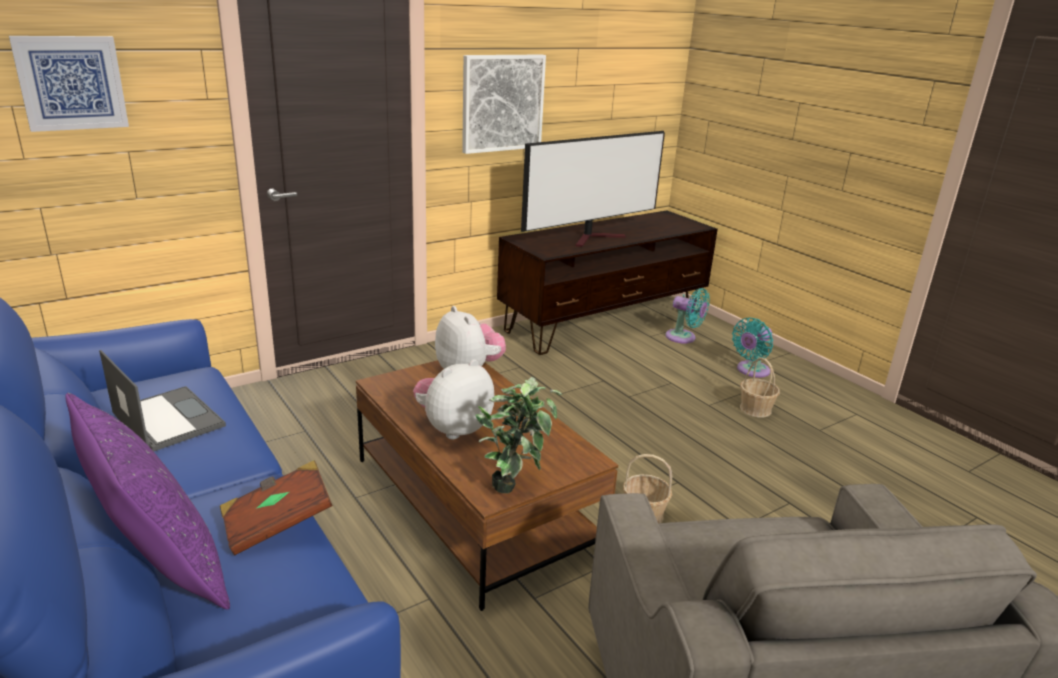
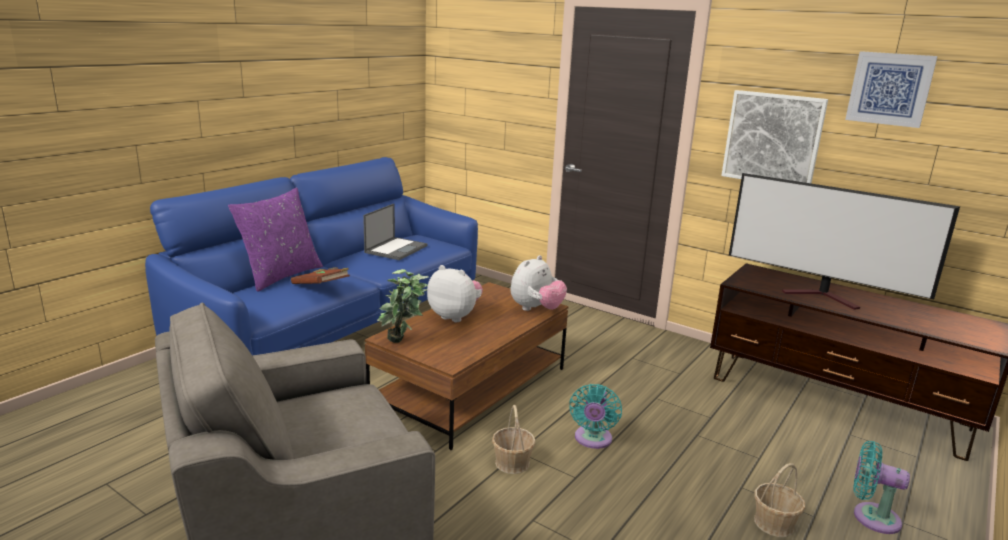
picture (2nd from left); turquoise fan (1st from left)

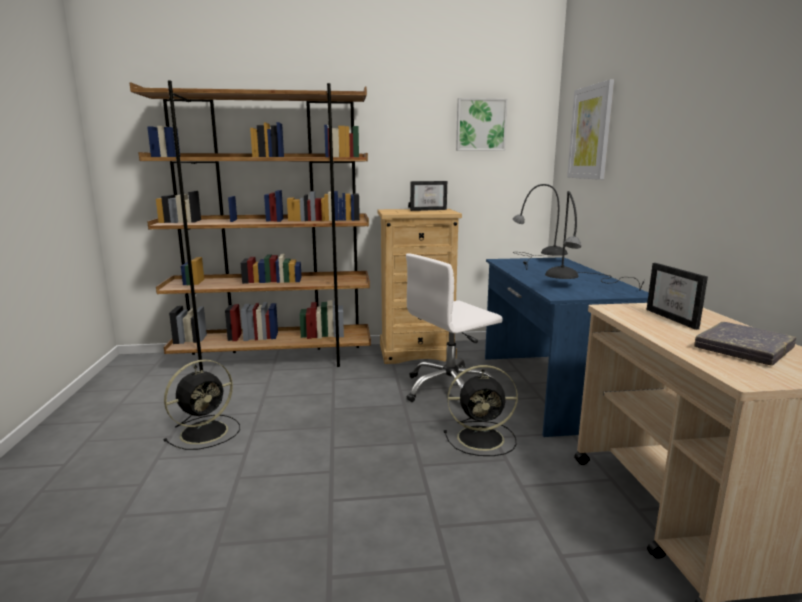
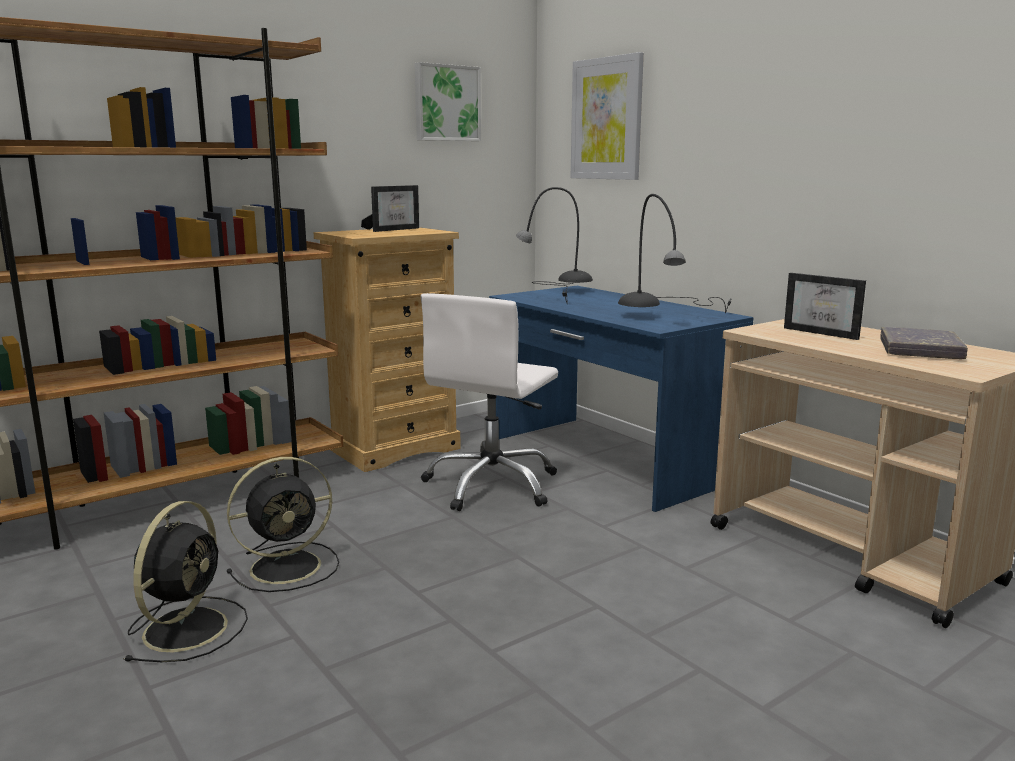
black fan (2nd from left)

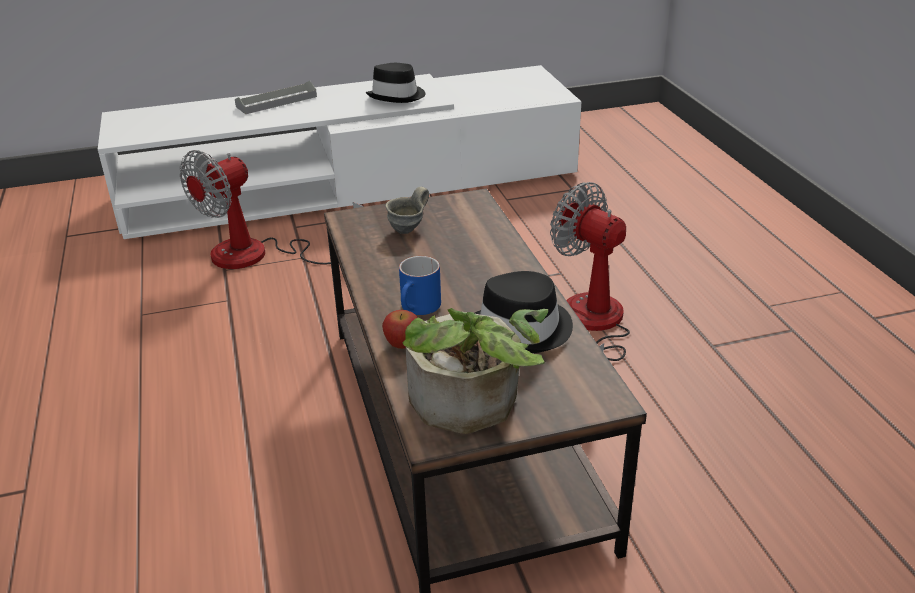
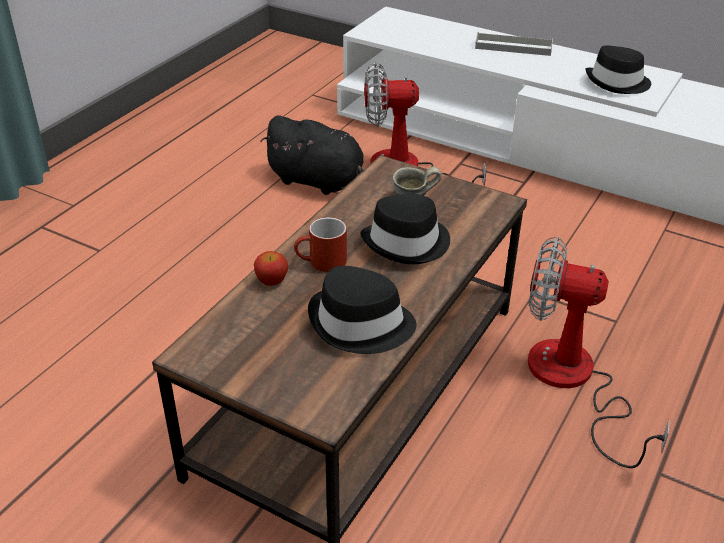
red mug; potted plant; fan (2nd from left); black plush toy; black hat (2nd from left)

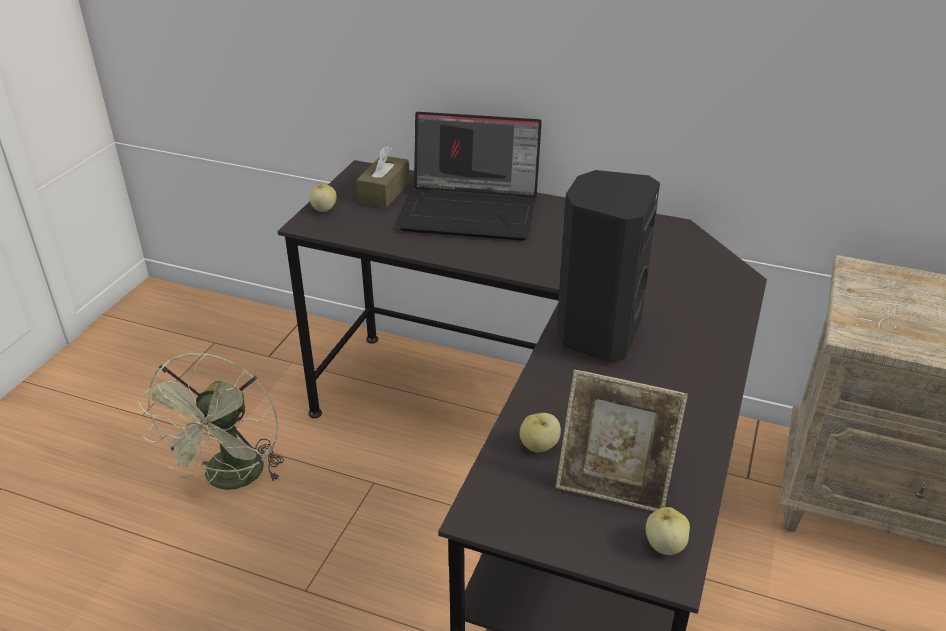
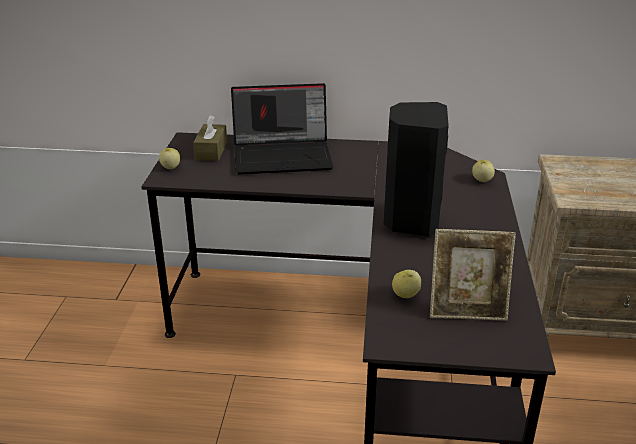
green fan; apple (3rd from left)

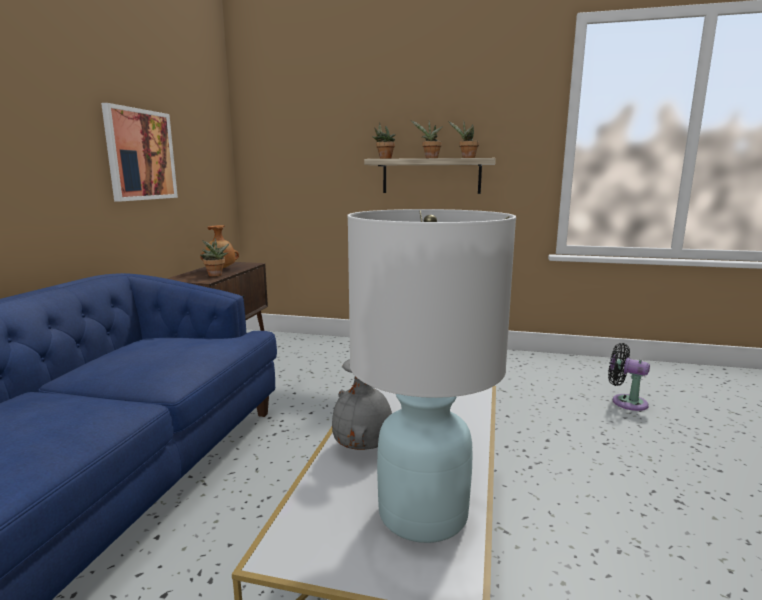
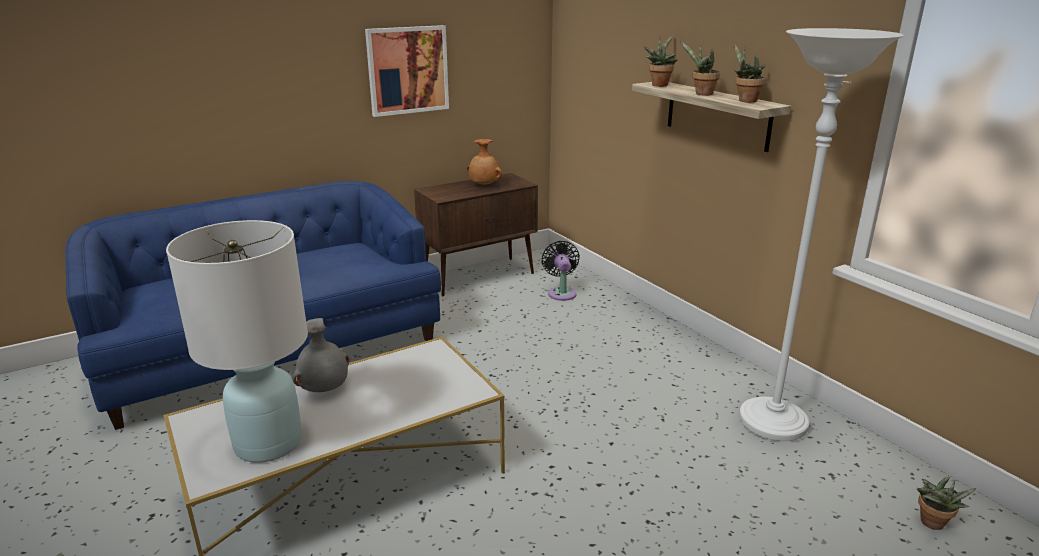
potted plant (4th from left); black fan; white floor lamp

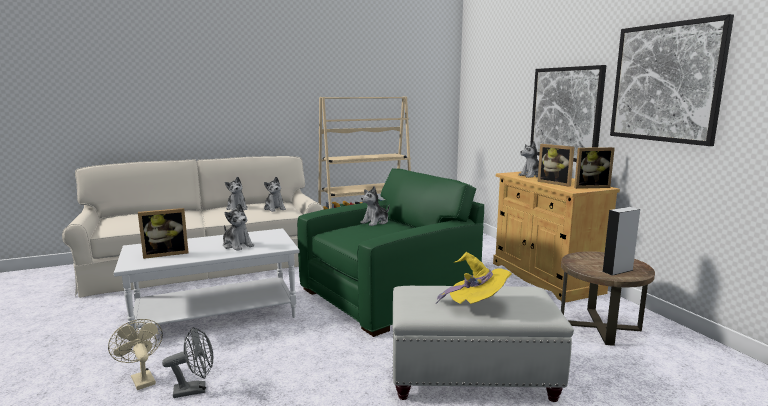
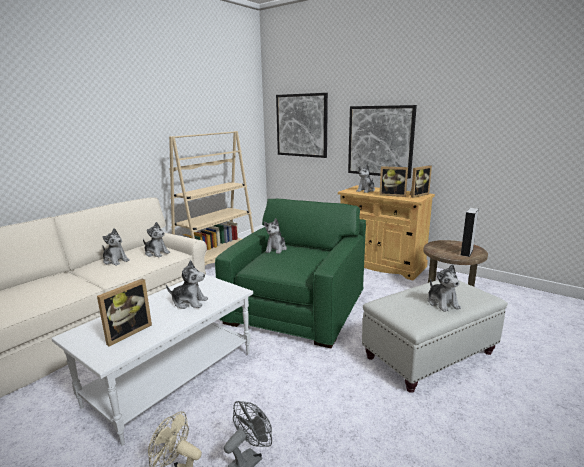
plush toy (6th from left); picture (1st from left)

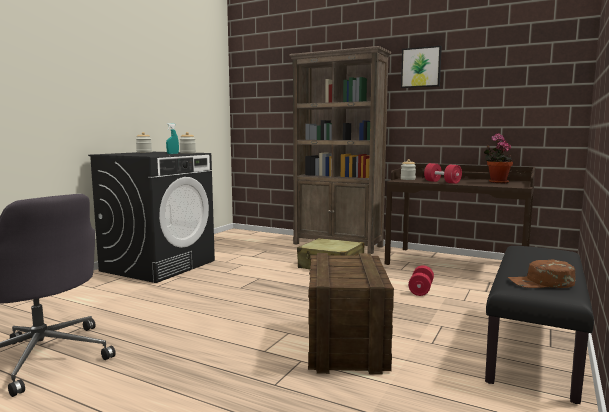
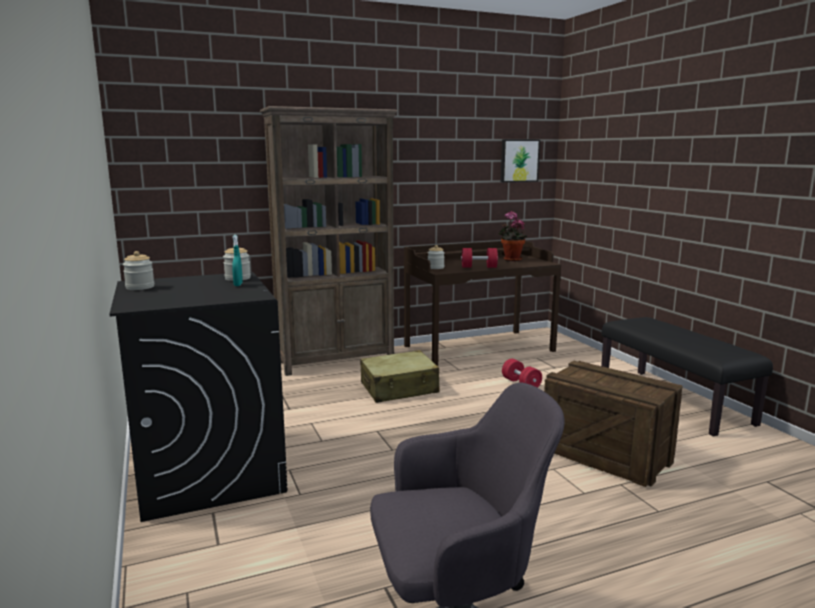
picture; brown cap

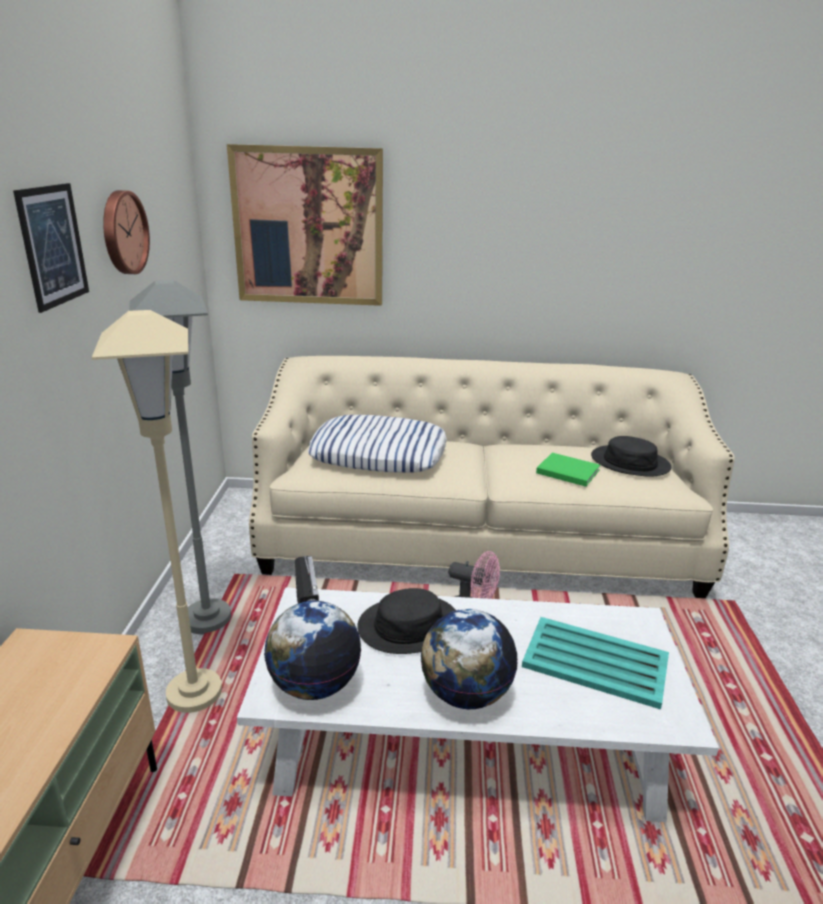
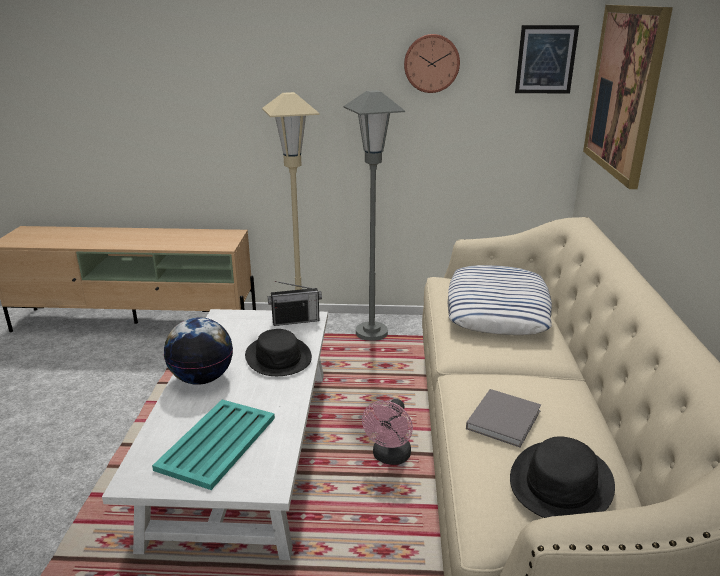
picture (1st from left); globe (1st from left in the first image); grey book

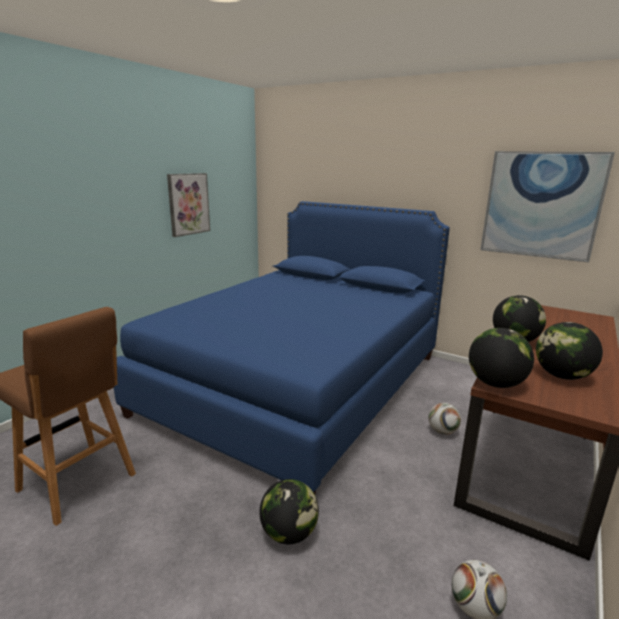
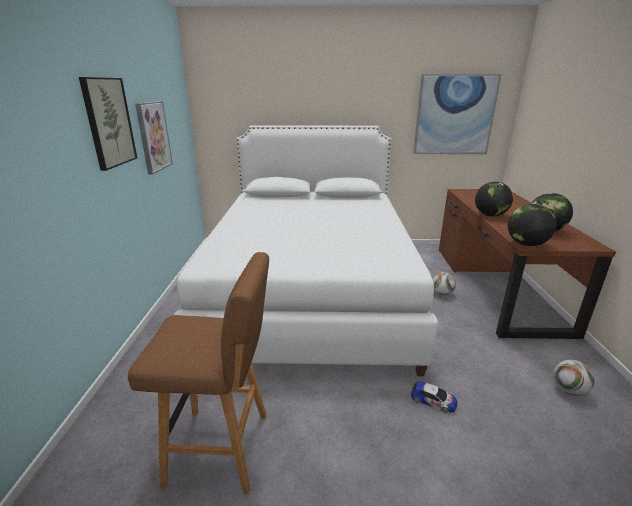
white bed; toy car; picture (1st from left)

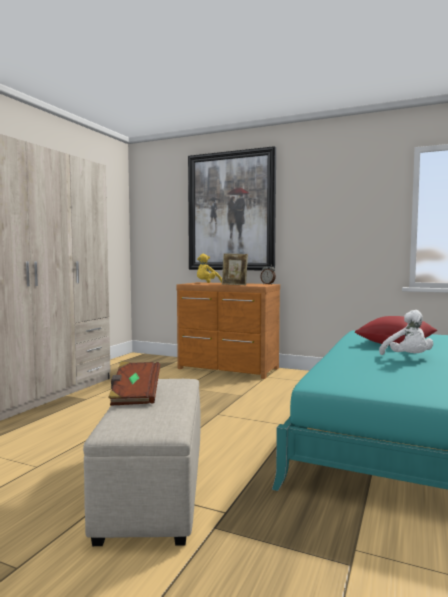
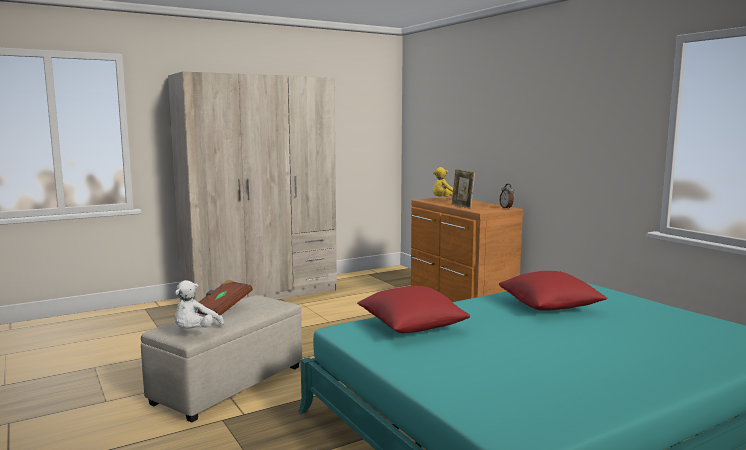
picture; white plush toy; red pillow (1st from left)

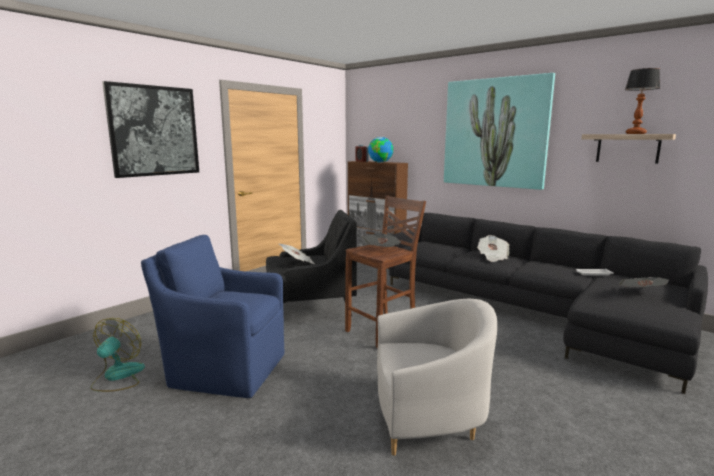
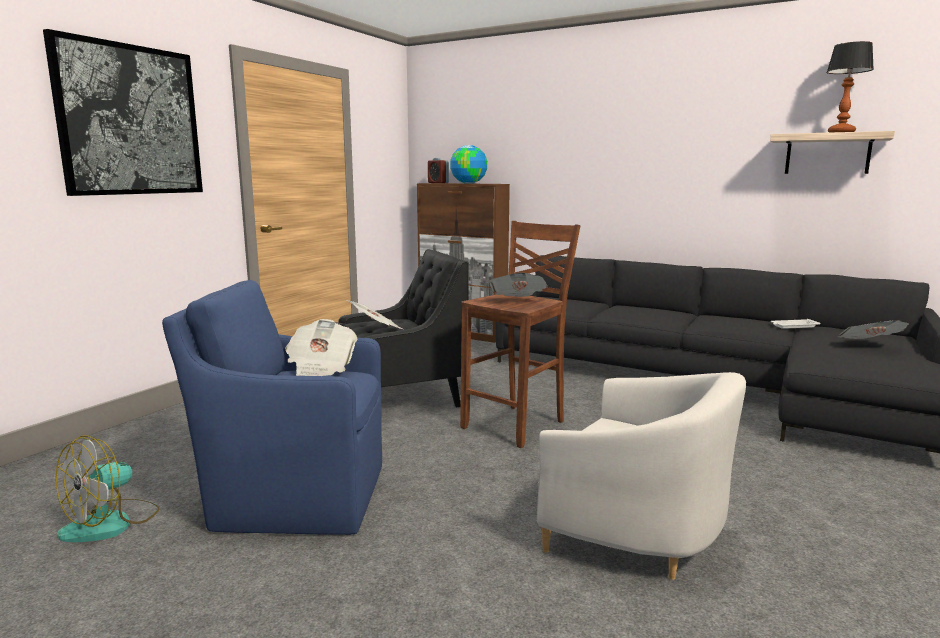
fan; white armchair; picture (2nd from left in the first image); newspaper (1st from left)

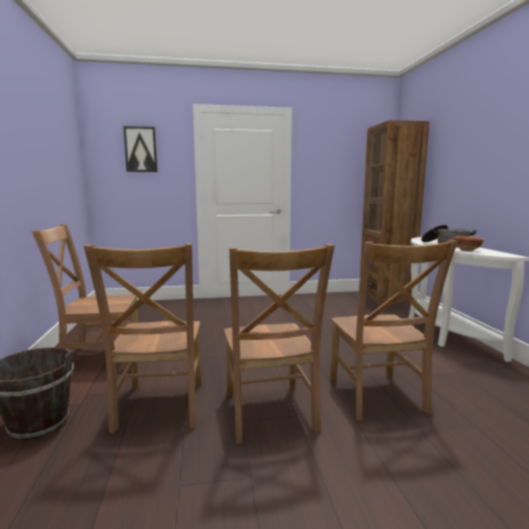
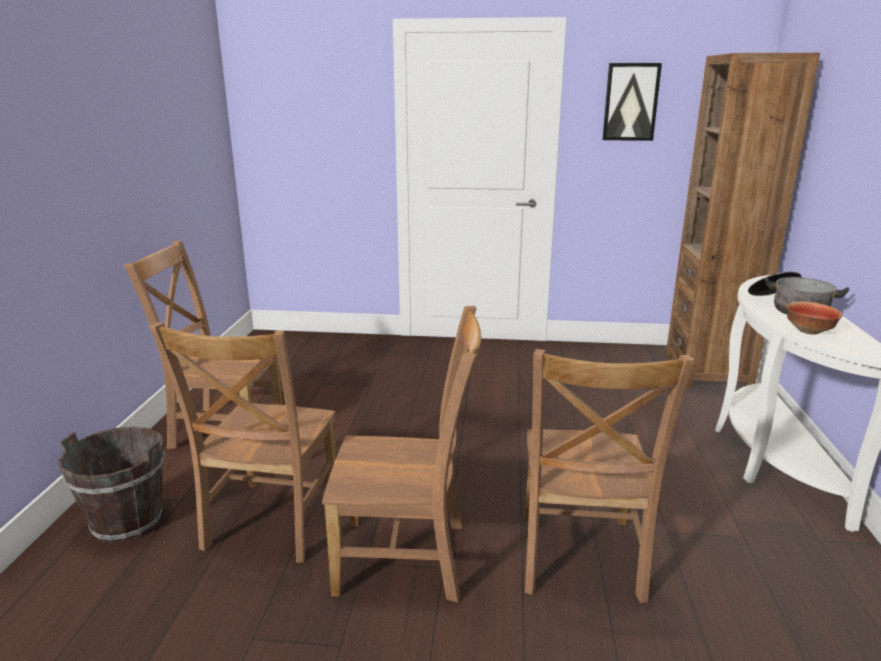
picture; brown chair (3rd from left)

